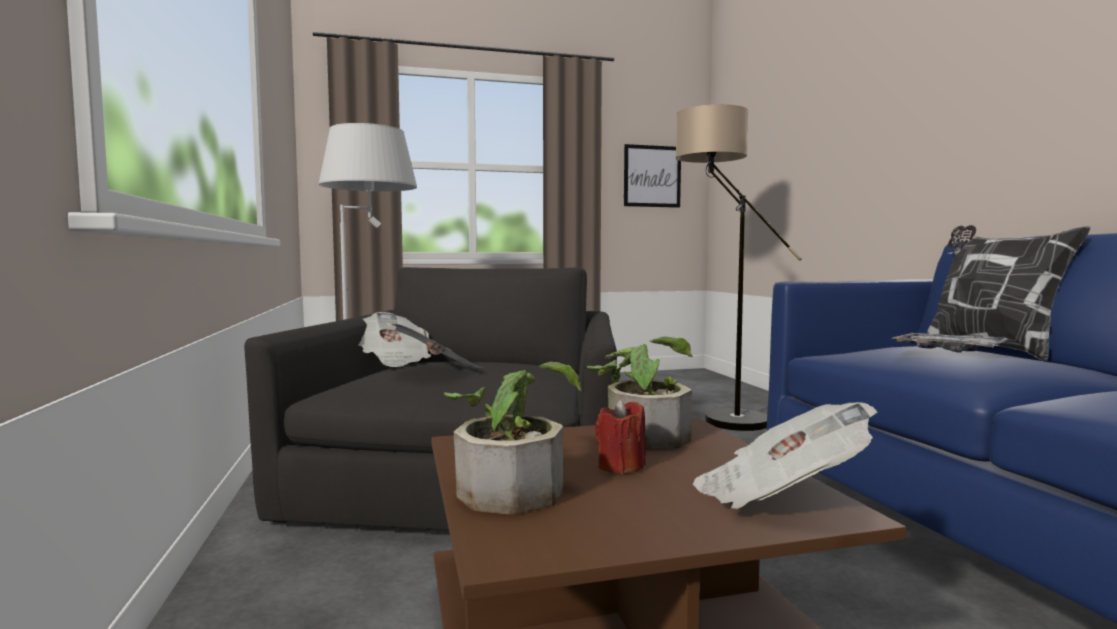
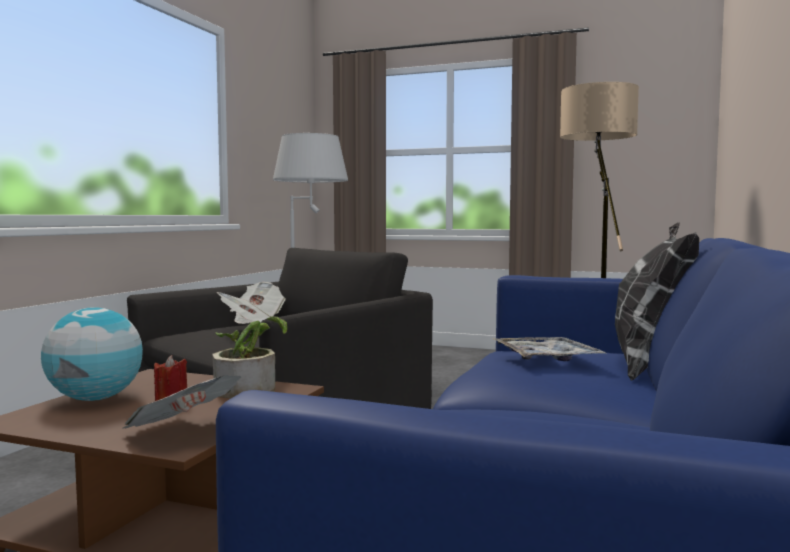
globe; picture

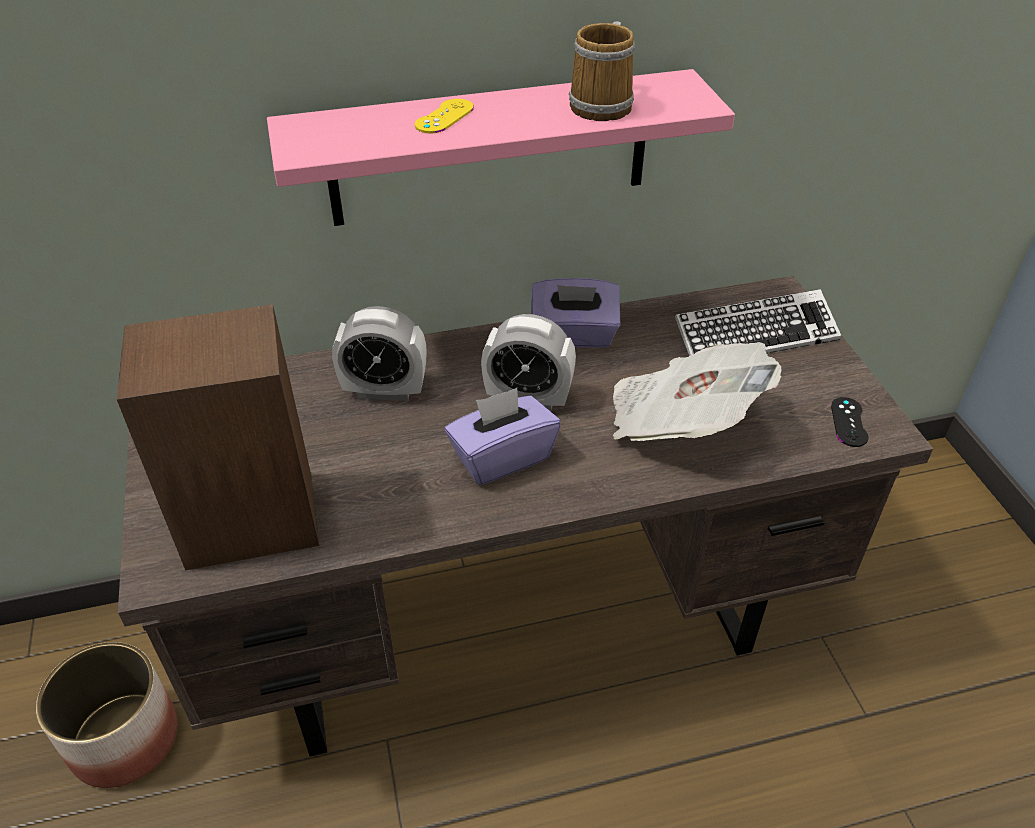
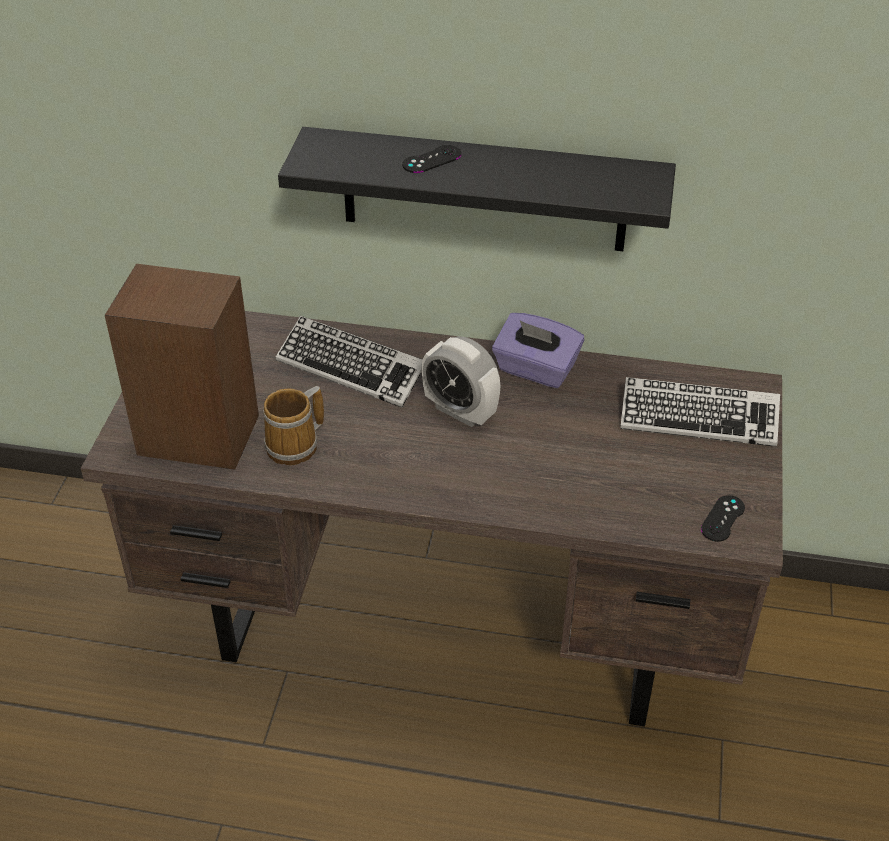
planter; black shelf; keyboard (1st from left); black game controller (1st from left); purple tissue box (1st from left in the first image); mug; newspaper

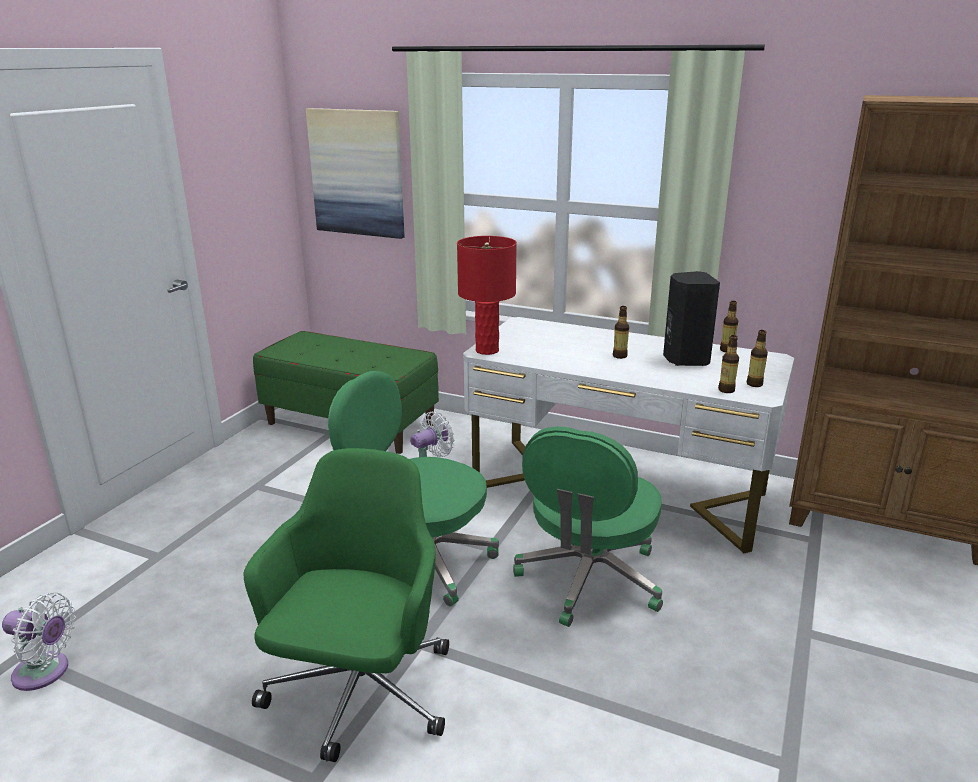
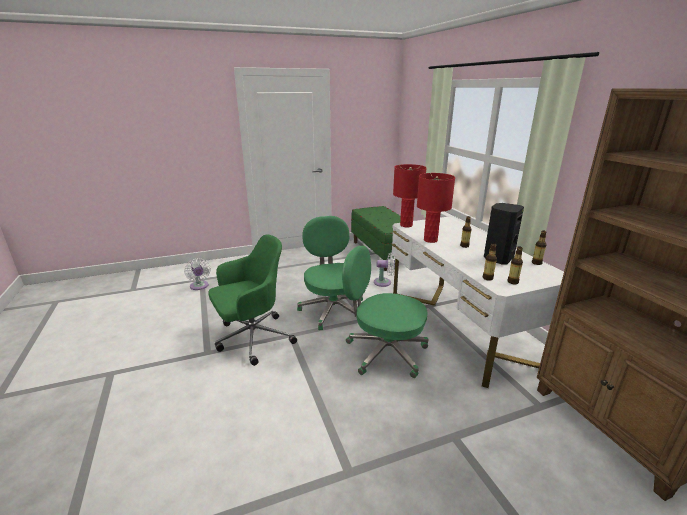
picture; green office chair (3rd from left); red table lamp (2nd from left)

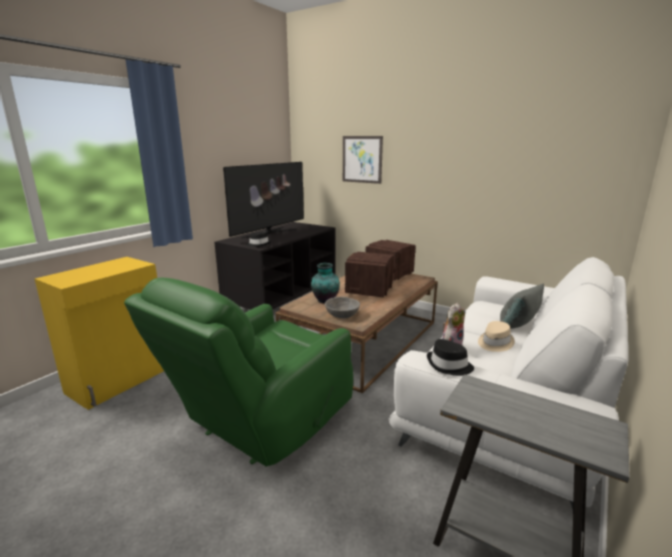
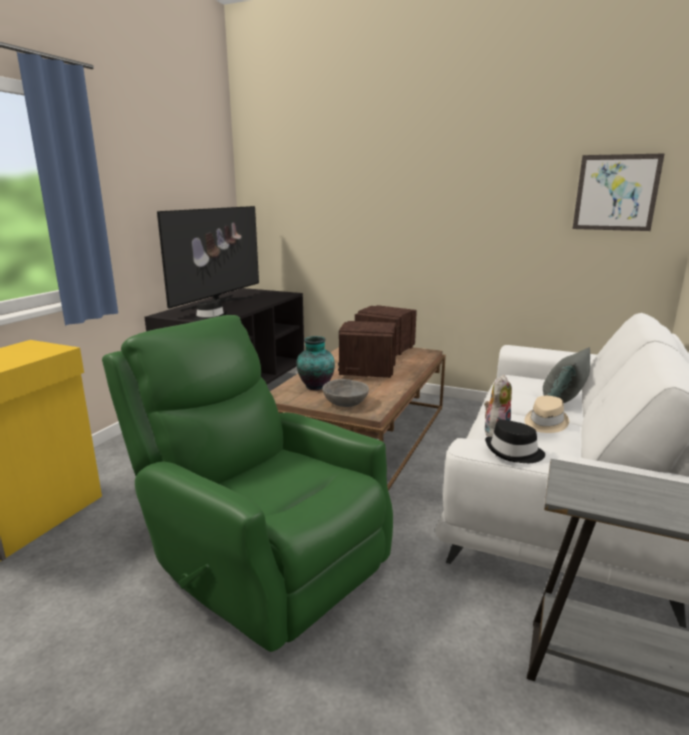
green armchair; picture

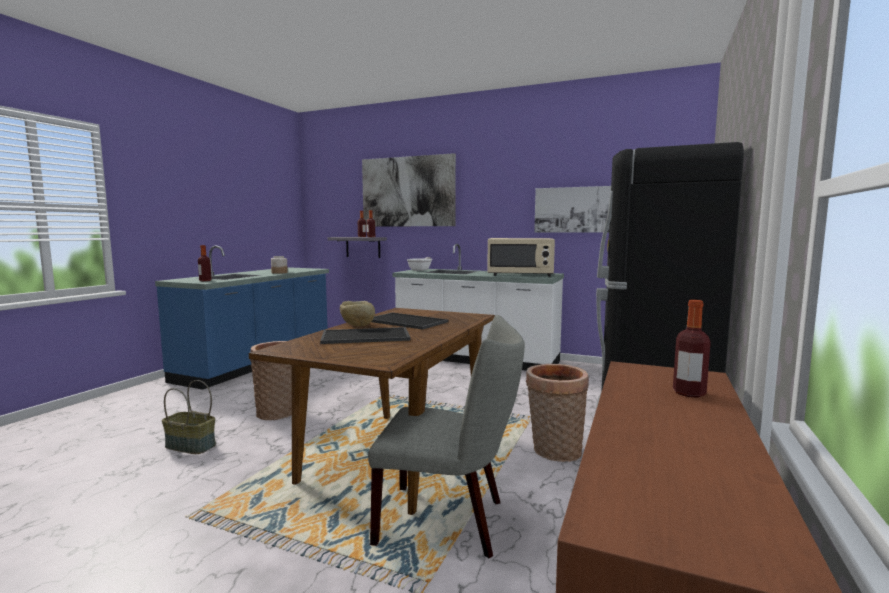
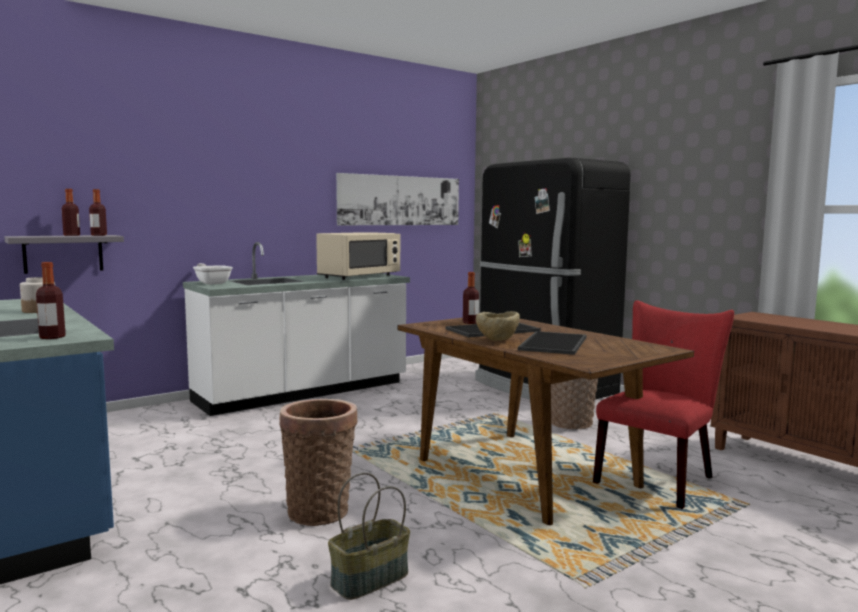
picture (1st from left in the first image); red chair; bottle (4th from left)

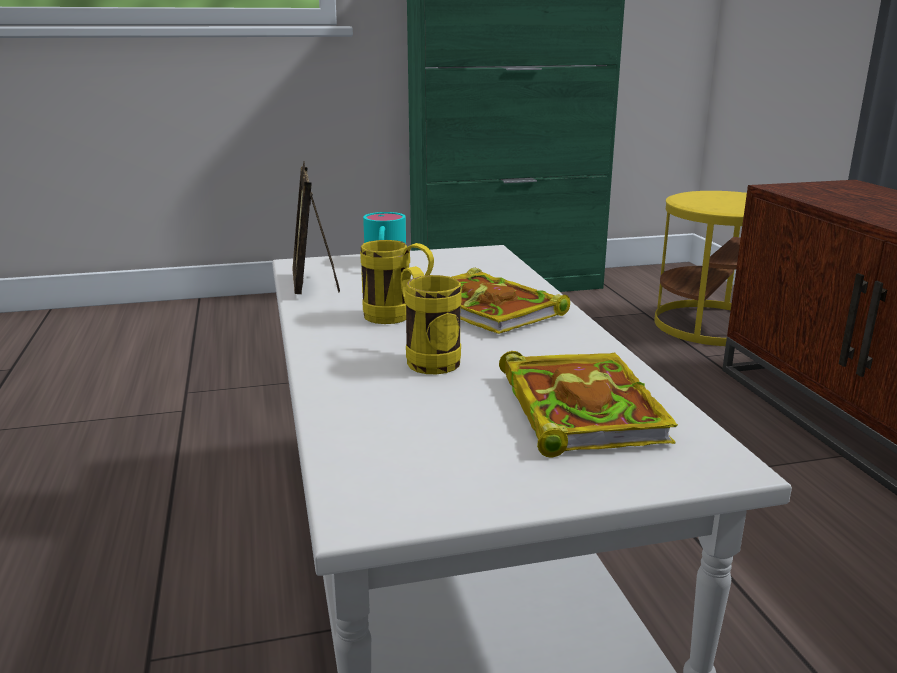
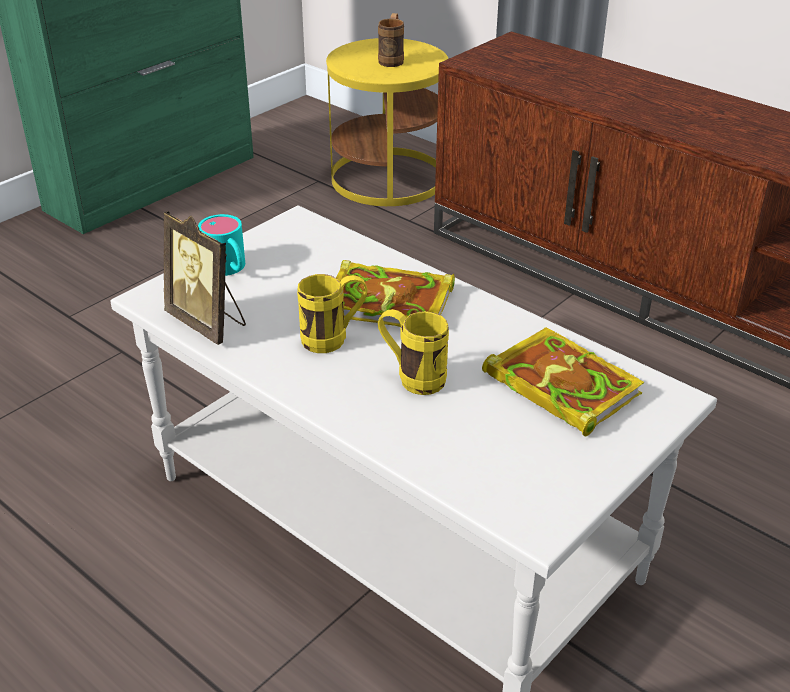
brown mug

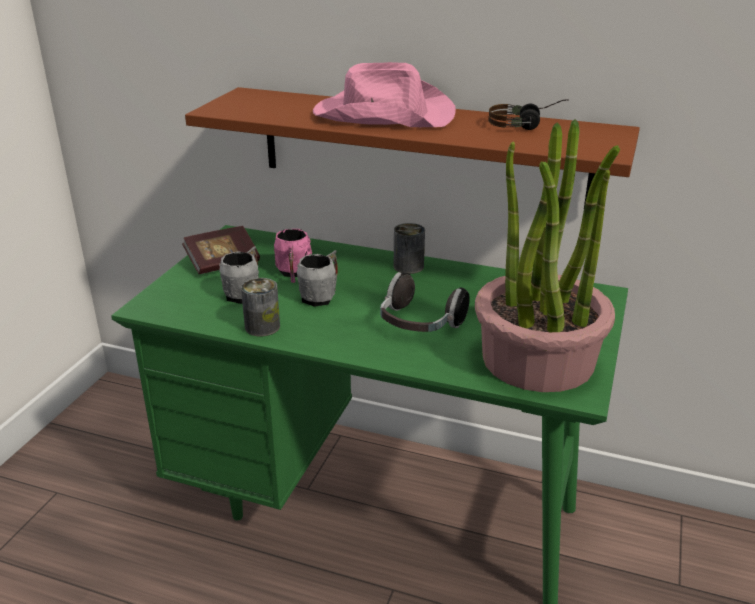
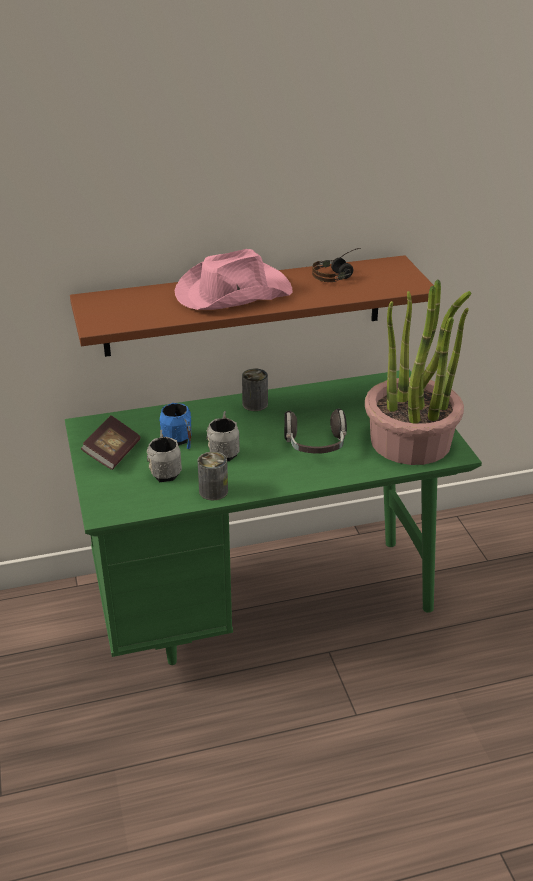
blue mug

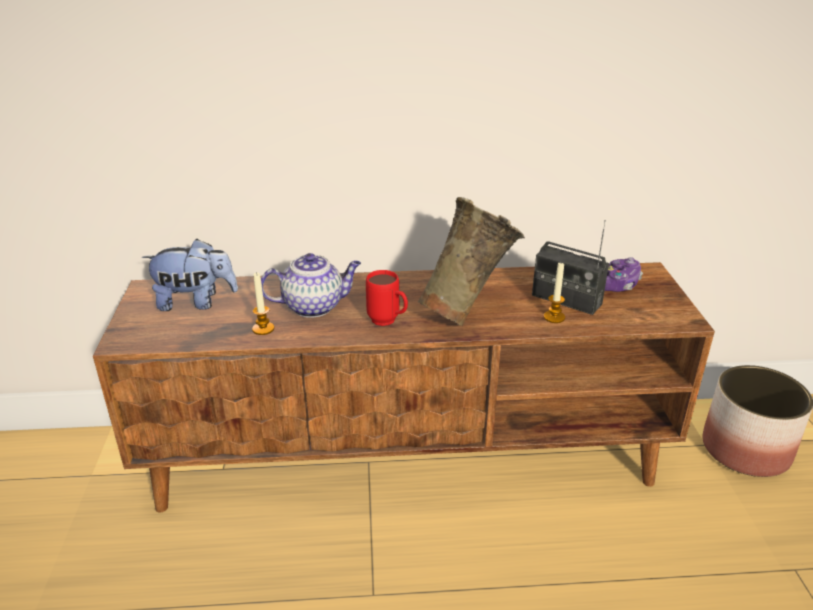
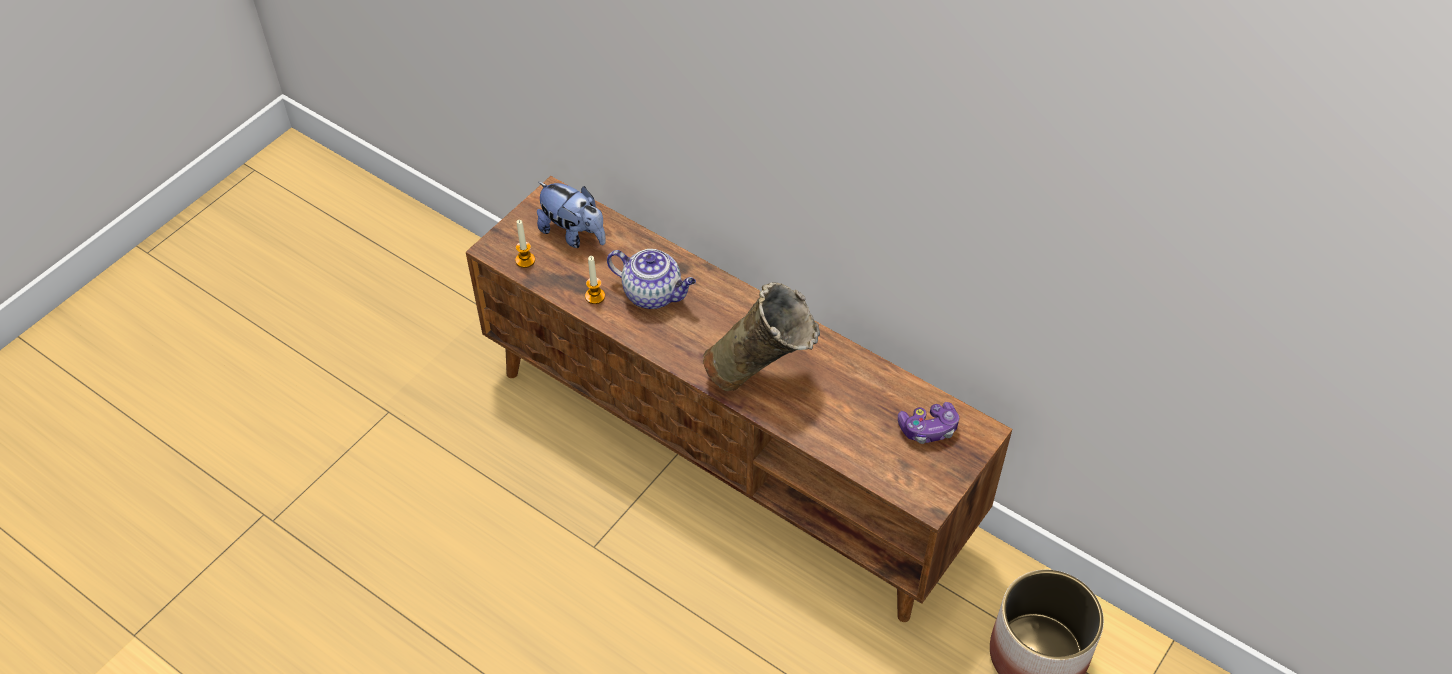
red mug; radio; candle (1st from left)

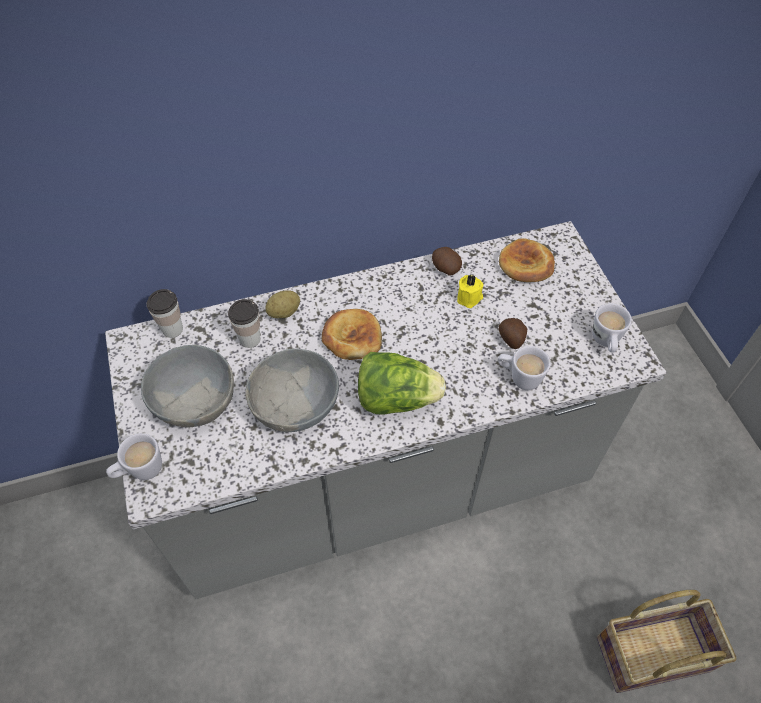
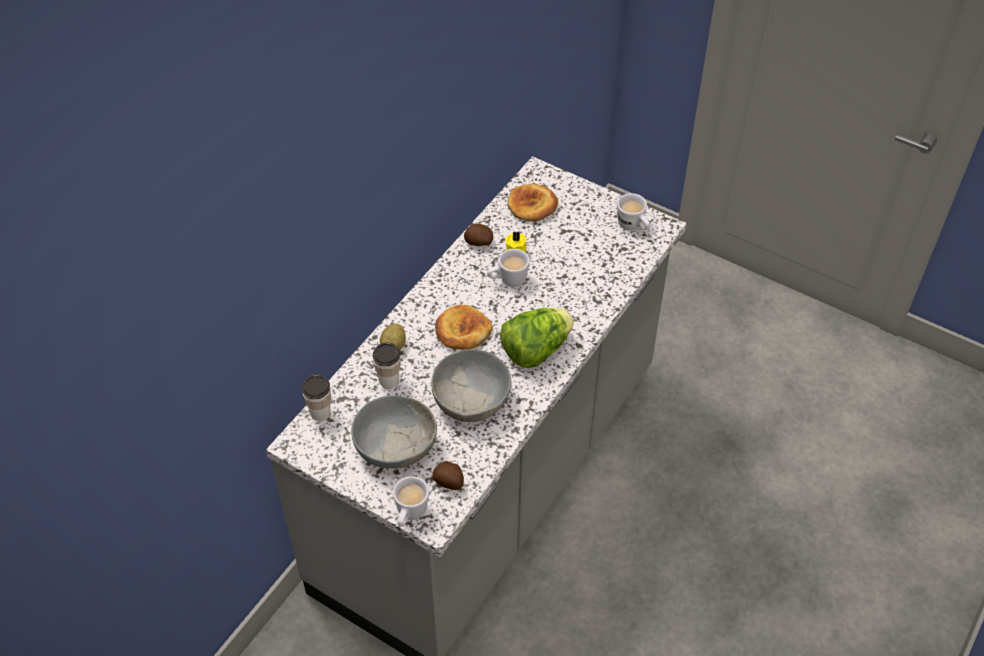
white mug (2nd from left); potato (2nd from left); basket

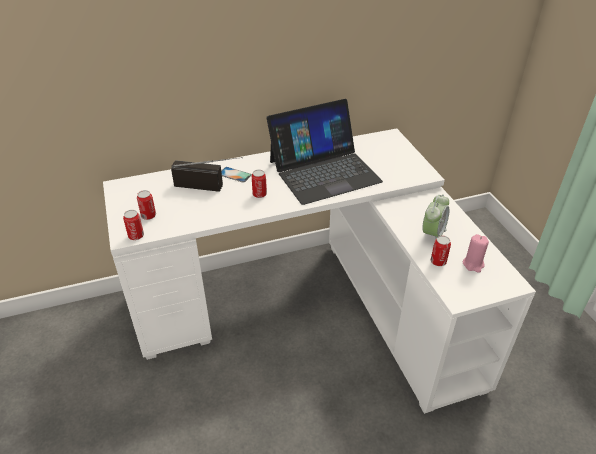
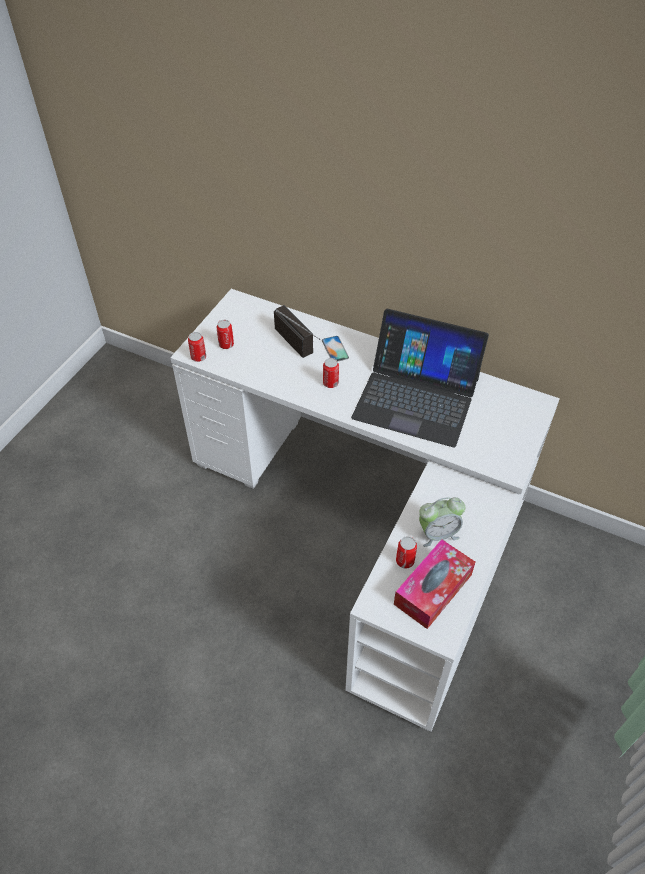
tissue box

